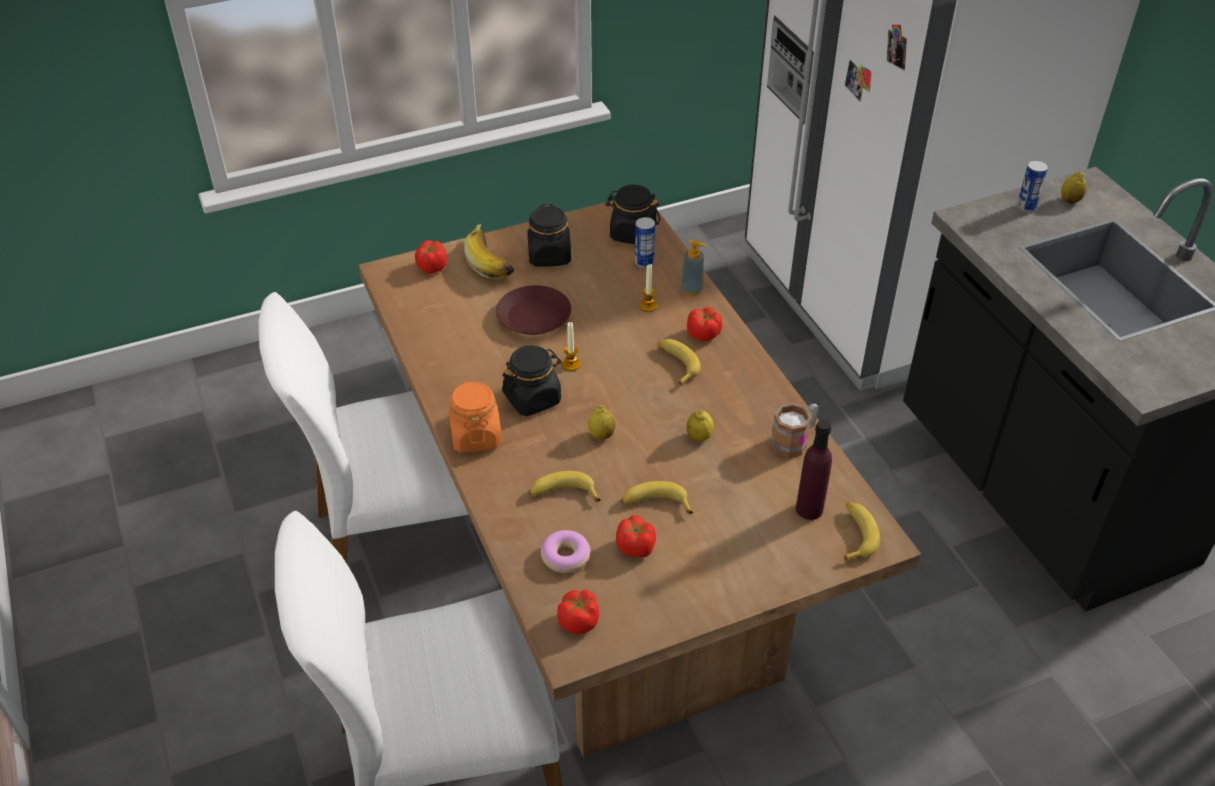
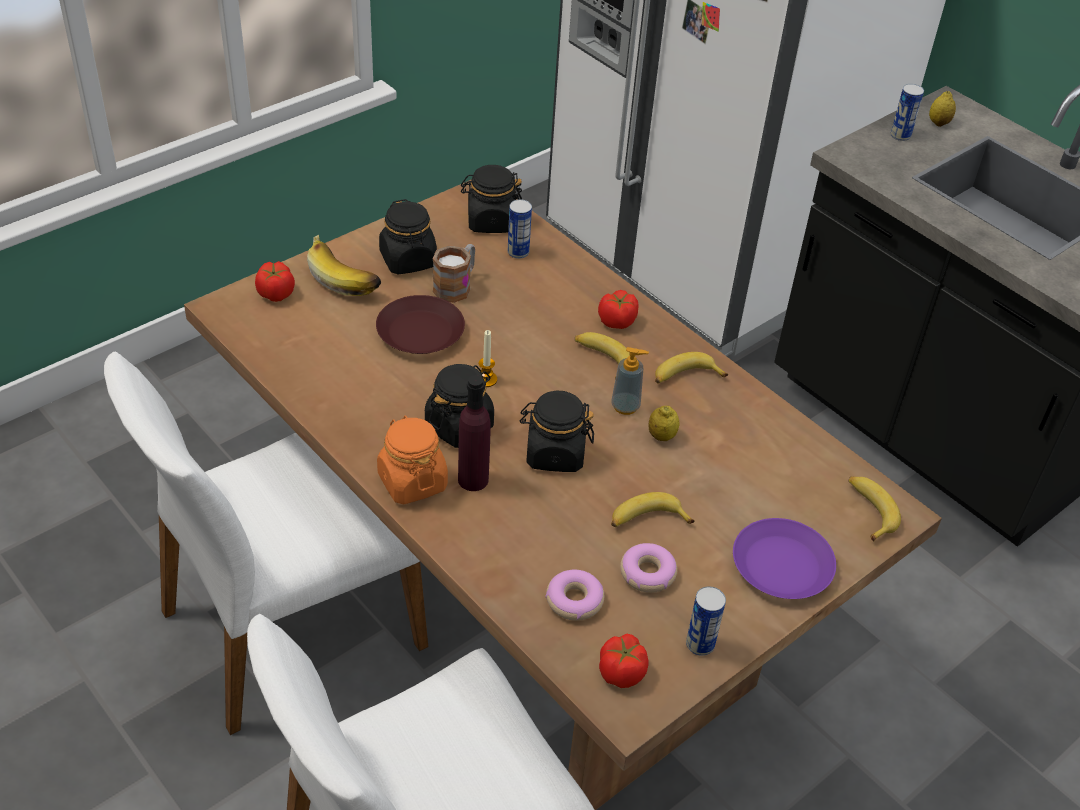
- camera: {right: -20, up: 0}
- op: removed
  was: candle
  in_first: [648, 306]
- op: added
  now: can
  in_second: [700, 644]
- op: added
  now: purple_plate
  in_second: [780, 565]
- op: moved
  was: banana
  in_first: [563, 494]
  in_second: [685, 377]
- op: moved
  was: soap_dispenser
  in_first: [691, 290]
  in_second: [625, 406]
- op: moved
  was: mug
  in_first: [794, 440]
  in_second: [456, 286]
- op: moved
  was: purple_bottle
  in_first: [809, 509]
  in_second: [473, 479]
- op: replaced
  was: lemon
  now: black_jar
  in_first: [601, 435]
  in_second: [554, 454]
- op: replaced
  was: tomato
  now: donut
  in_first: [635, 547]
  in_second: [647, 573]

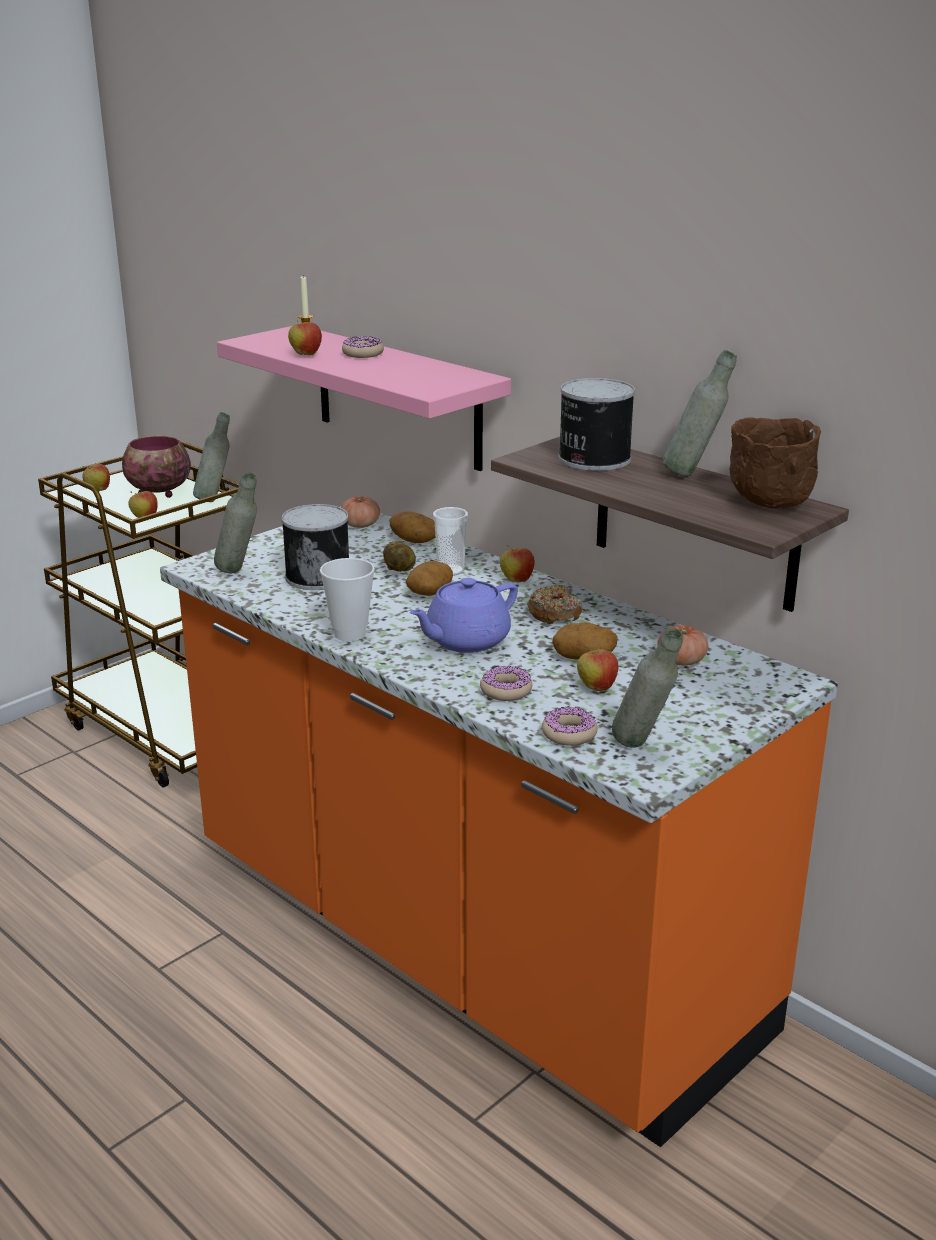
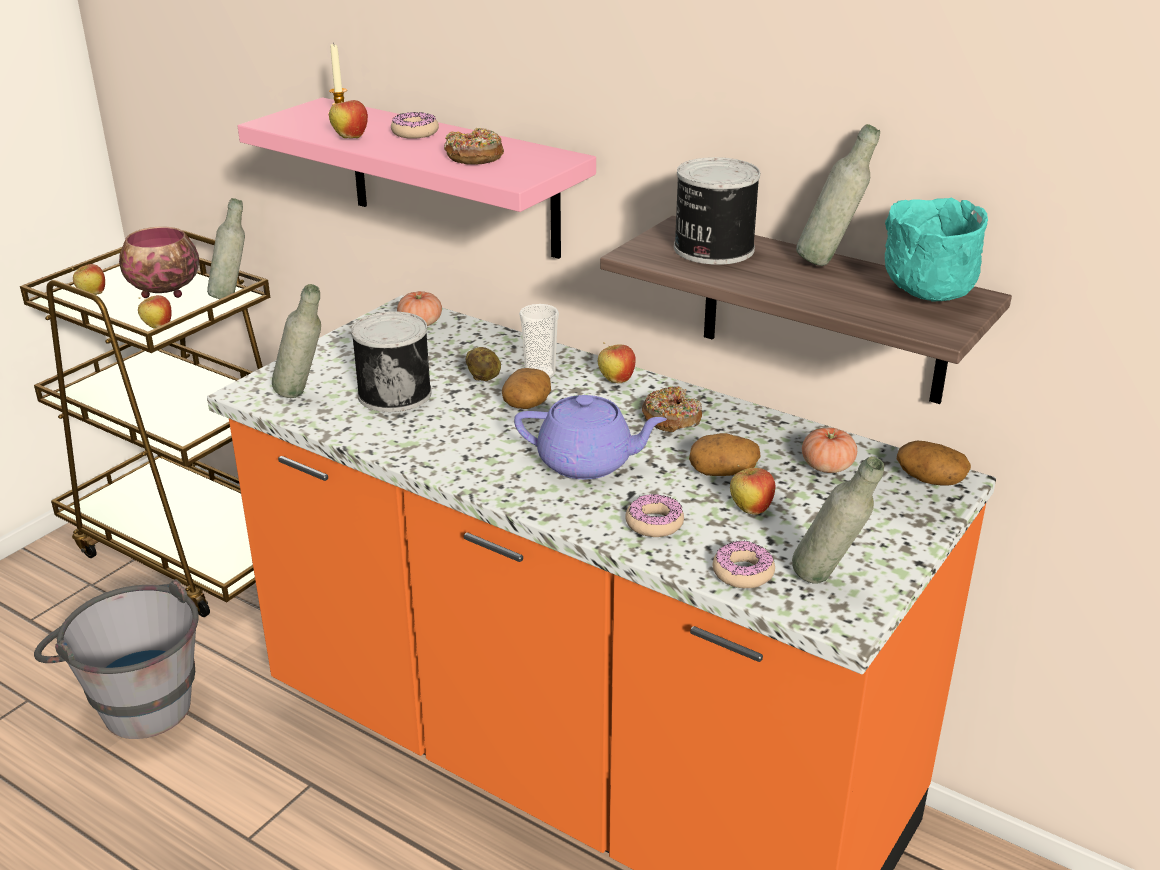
- camera: {right: -10, up: 5}
- op: removed
  was: cup
  in_first: [350, 634]
- op: added
  now: grey_bucket
  in_second: [136, 701]
- op: added
  now: donut
  in_second: [474, 157]
- op: moved
  was: potato
  in_first: [413, 540]
  in_second: [929, 479]
- op: recoloured
  was: brown_bowl
  now: turquoise_bowl
  in_first: [770, 503]
  in_second: [928, 293]
- op: turned
  was: purple_teapot
  in_first: [465, 641]
  in_second: [587, 463]
  clockwise: -120

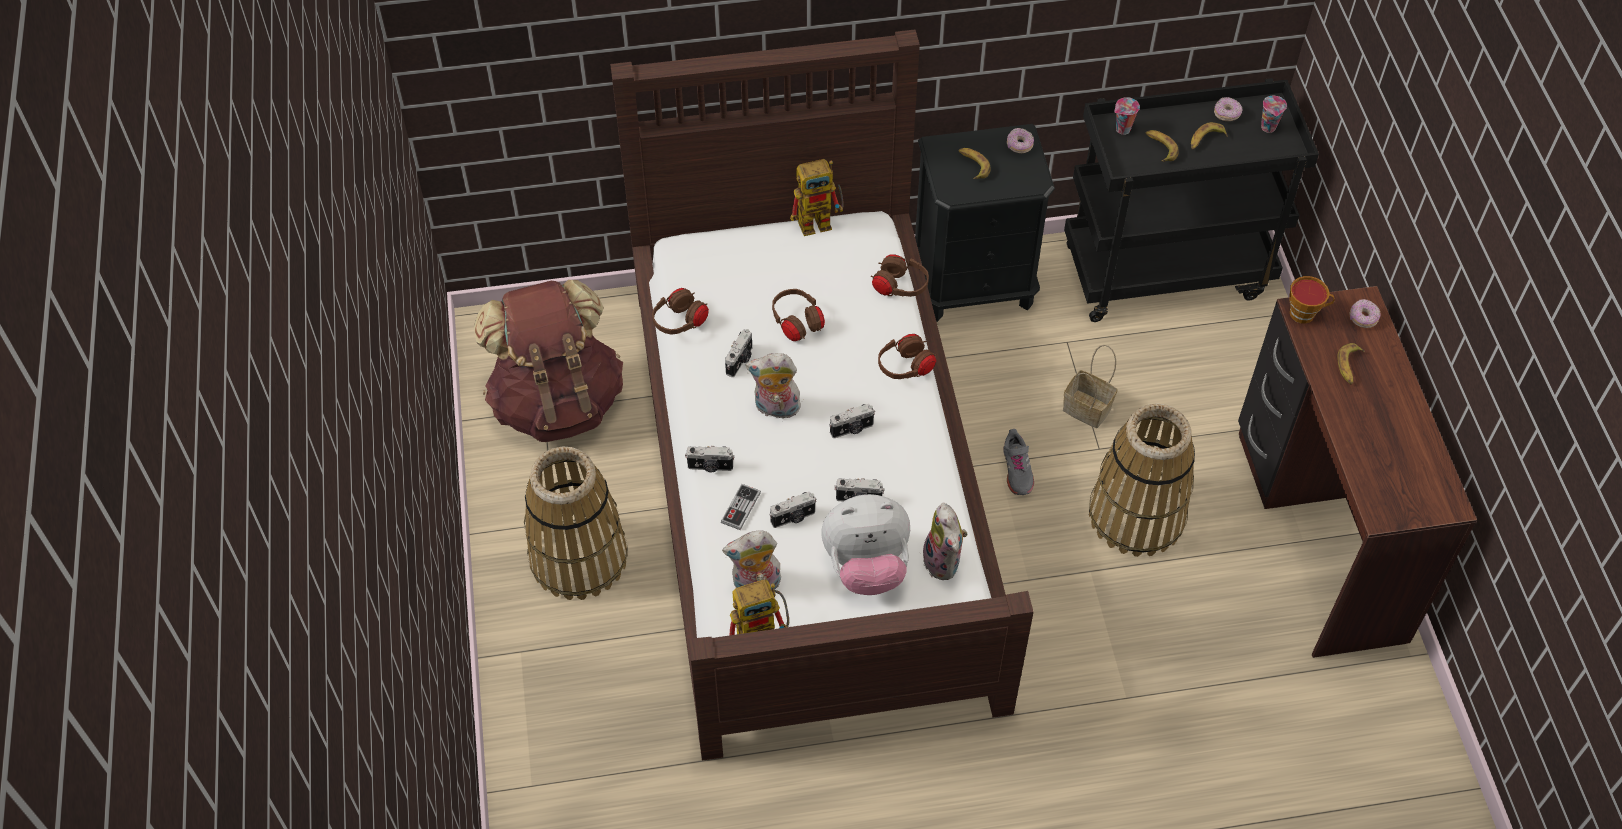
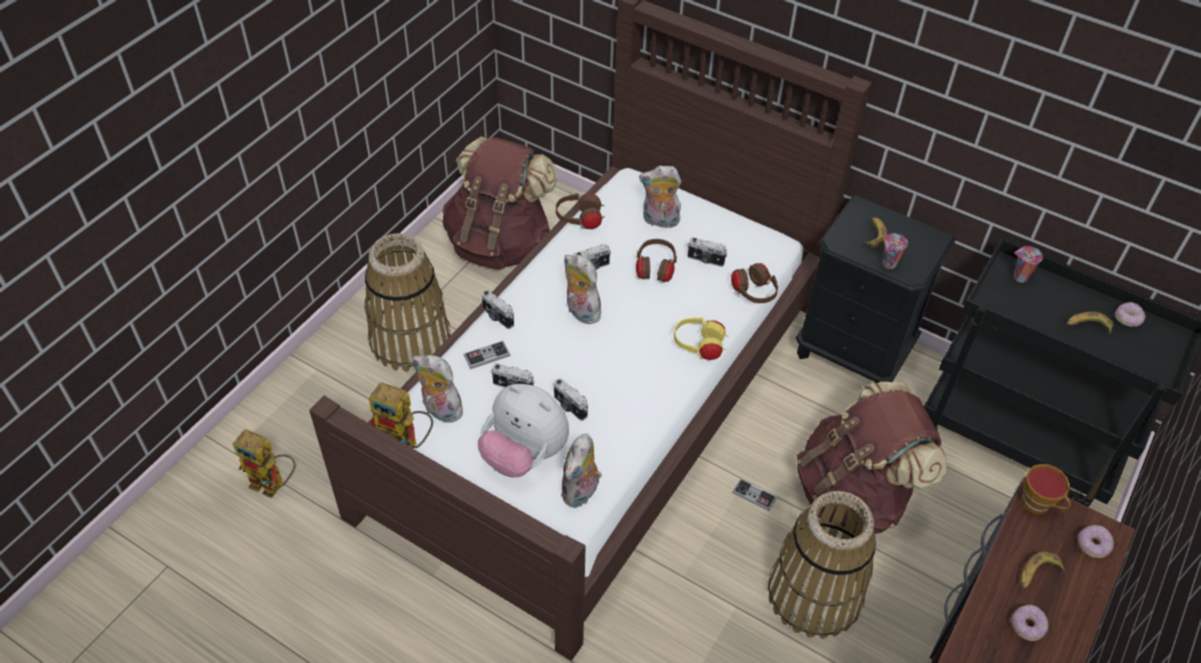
- camera: {right: 40, up: -5}
- op: removed
  was: banana
  in_first: [1160, 148]
- op: added
  now: plush_toy
  in_second: [659, 221]
- op: moved
  was: toy_robot
  in_first: [821, 221]
  in_second: [274, 485]
- op: moved
  was: photo_camera
  in_first: [852, 429]
  in_second: [705, 260]
- op: moved
  was: donut
  in_first: [1019, 145]
  in_second: [1027, 626]
- op: moved
  was: cup
  in_first: [1268, 128]
  in_second: [889, 264]
- op: replaced
  was: grey_shoe
  now: game_controller
  in_first: [1016, 470]
  in_second: [754, 495]
- op: replaced
  was: basket
  now: brown_backpack
  in_first: [1088, 409]
  in_second: [854, 493]
- op: recoloured
  was: brown_headphones
  now: yellow_headphones
  in_first: [905, 368]
  in_second: [699, 346]

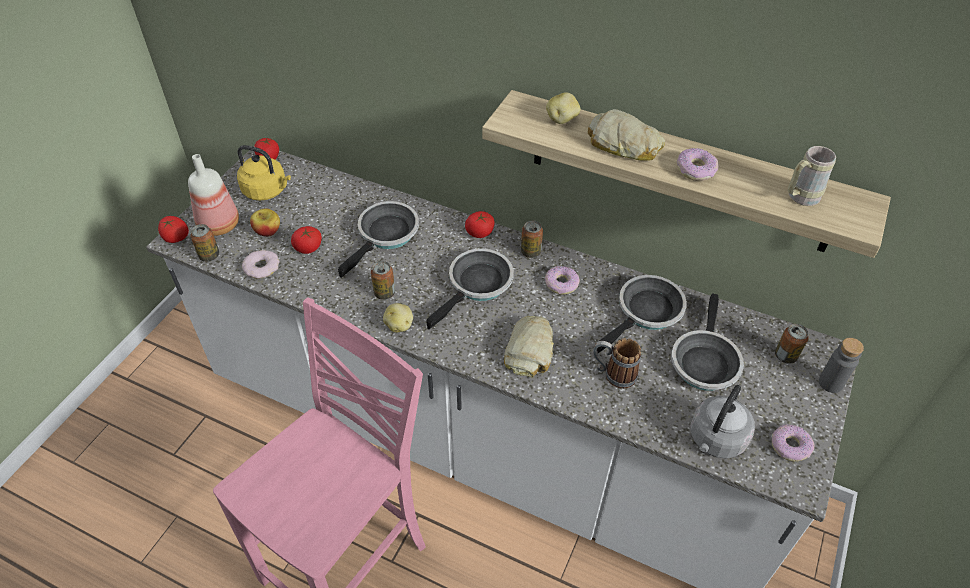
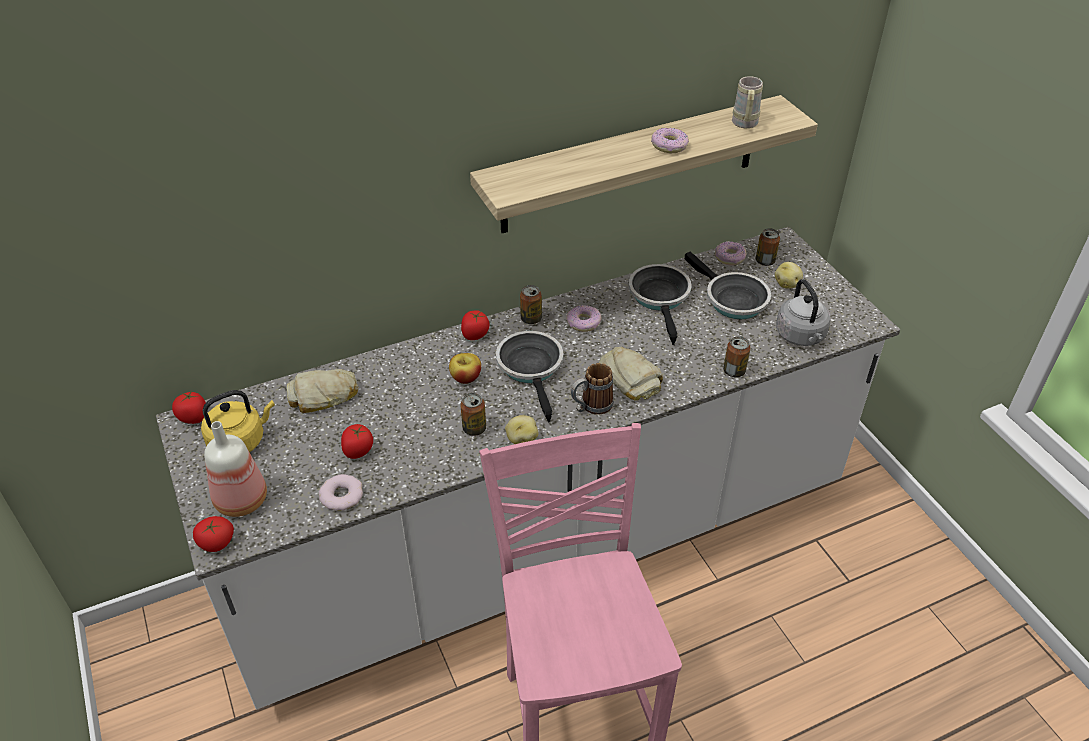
- camera: {right: -50, up: -5}
- op: removed
  was: frying_pan
  in_first: [386, 236]
- op: removed
  was: grey_bottle
  in_first: [830, 383]
- op: moved
  was: can
  in_first: [209, 256]
  in_second: [734, 371]
- op: moved
  was: apple
  in_first: [267, 231]
  in_second: [466, 378]
- op: moved
  was: potato
  in_first: [562, 120]
  in_second: [787, 284]
- op: moved
  was: bread
  in_first: [624, 144]
  in_second: [324, 396]
- op: moved
  was: mug
  in_first: [613, 374]
  in_second: [591, 407]
- op: moved
  was: donut
  in_first: [789, 446]
  in_second: [729, 257]

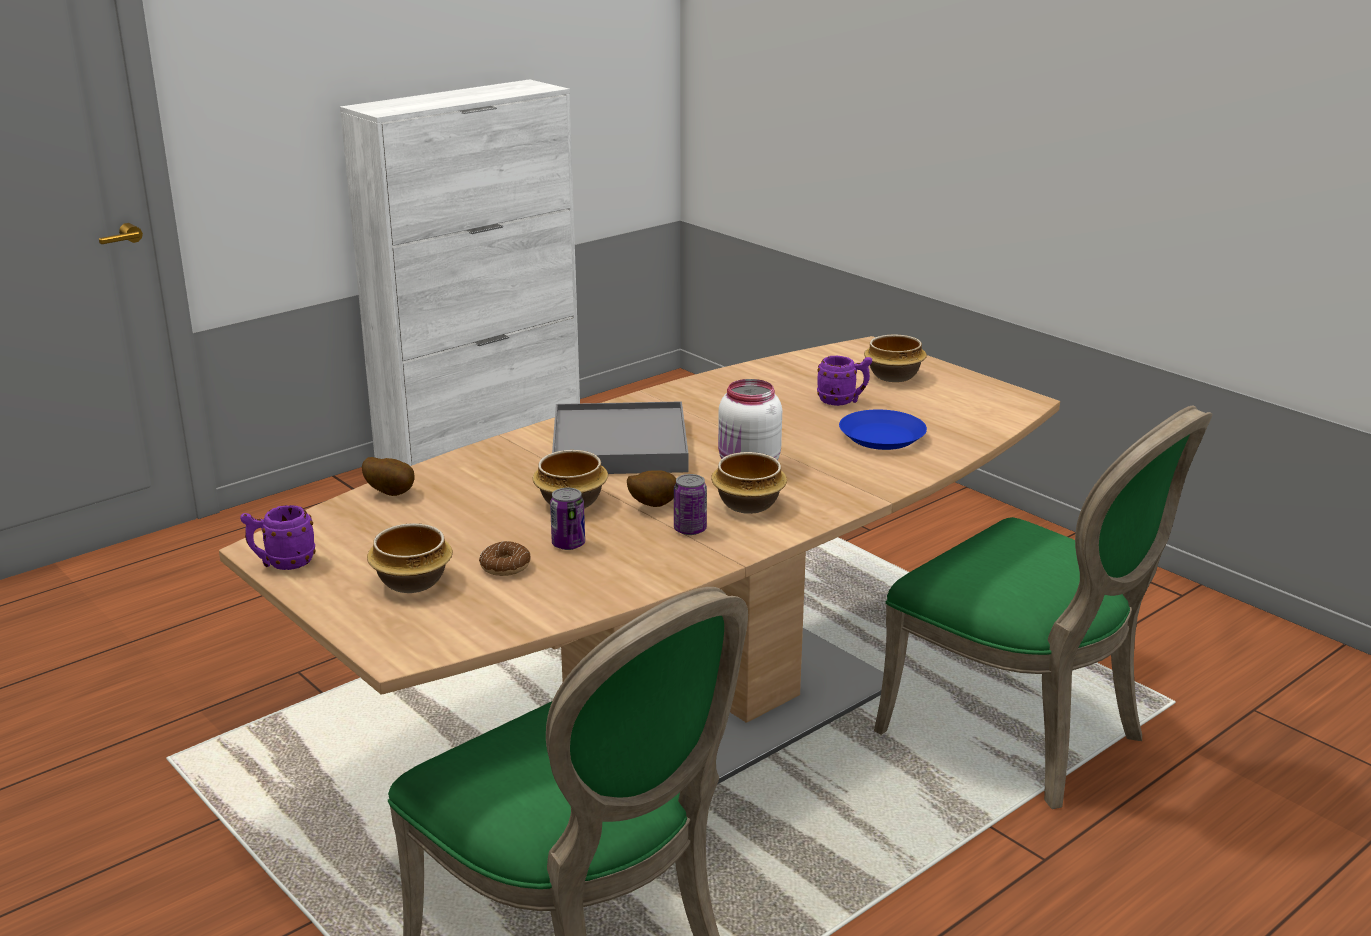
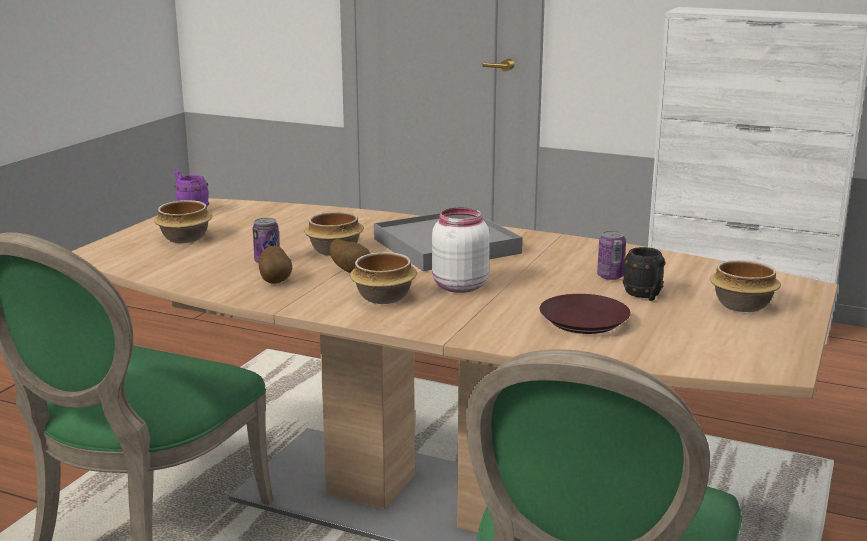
- camera: {right: 65, up: -5}
- op: removed
  was: donut
  in_first: [505, 566]
- op: moved
  was: potato
  in_first: [391, 493]
  in_second: [276, 281]
- op: moved
  was: can
  in_first: [690, 530]
  in_second: [610, 276]
- op: recoloured
  was: purple_mug
  now: black_mug
  in_first: [843, 401]
  in_second: [645, 296]
- op: recoloured
  was: blue_plate
  now: brown_plate
  in_first: [882, 437]
  in_second: [583, 321]

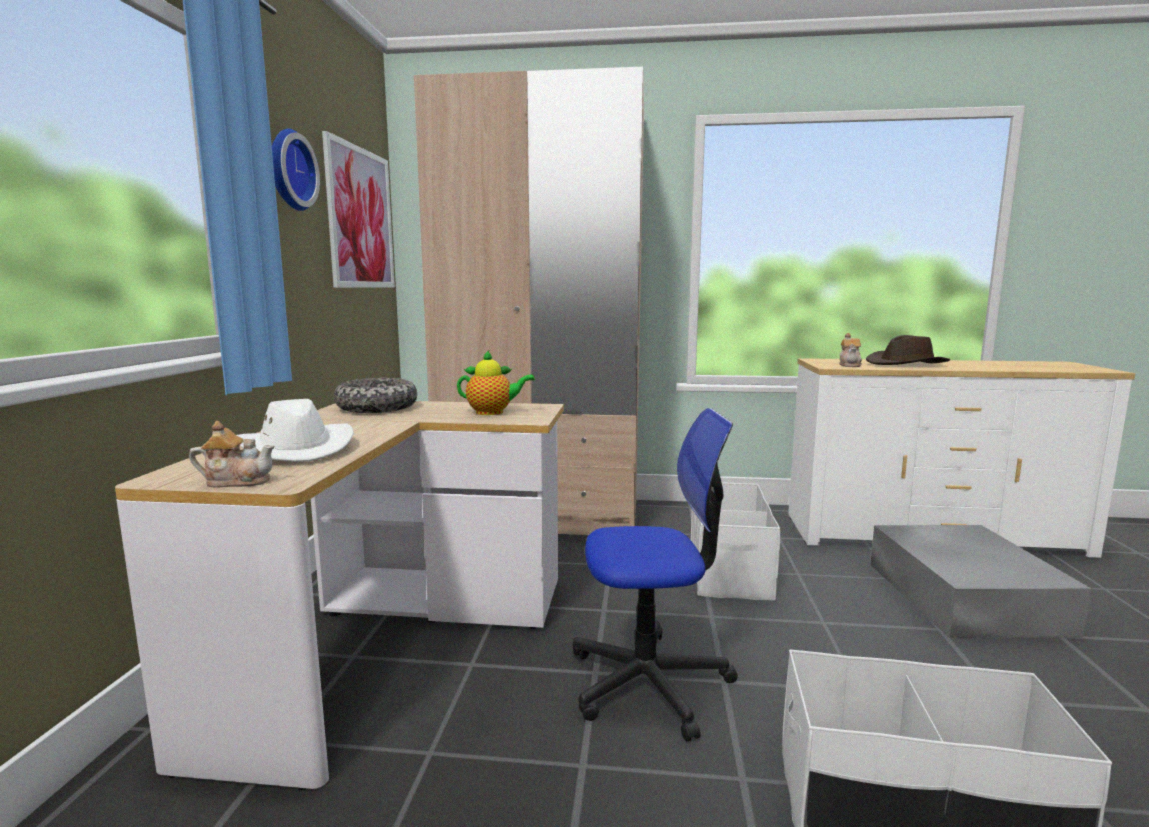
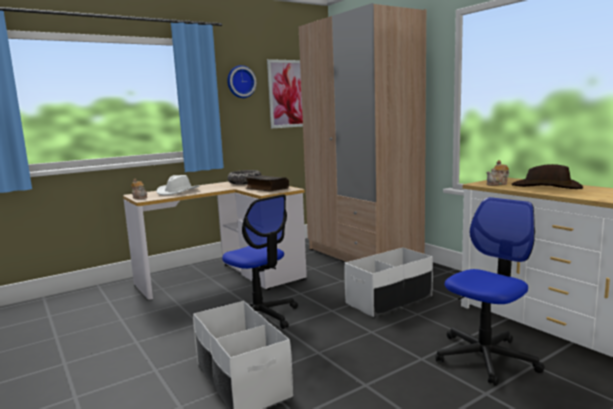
- camera: {right: 50, up: 0}
- op: replaced
  was: teapot
  now: book
  in_first: [493, 412]
  in_second: [266, 189]
- op: replaced
  was: grey_storage_box
  now: office_chair
  in_first: [963, 595]
  in_second: [485, 358]

